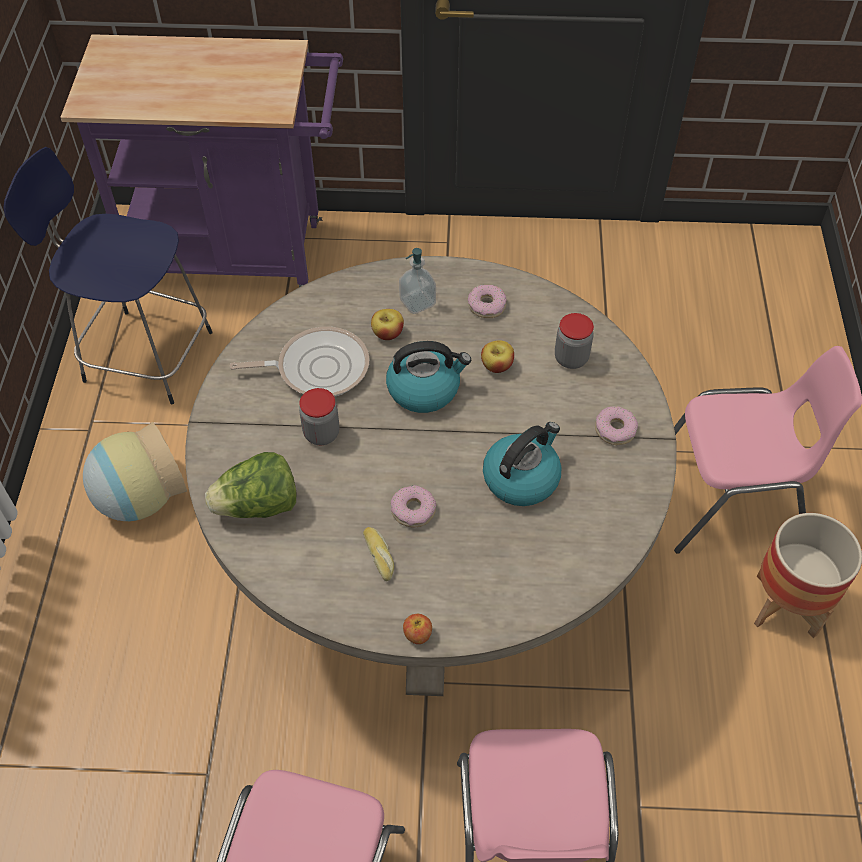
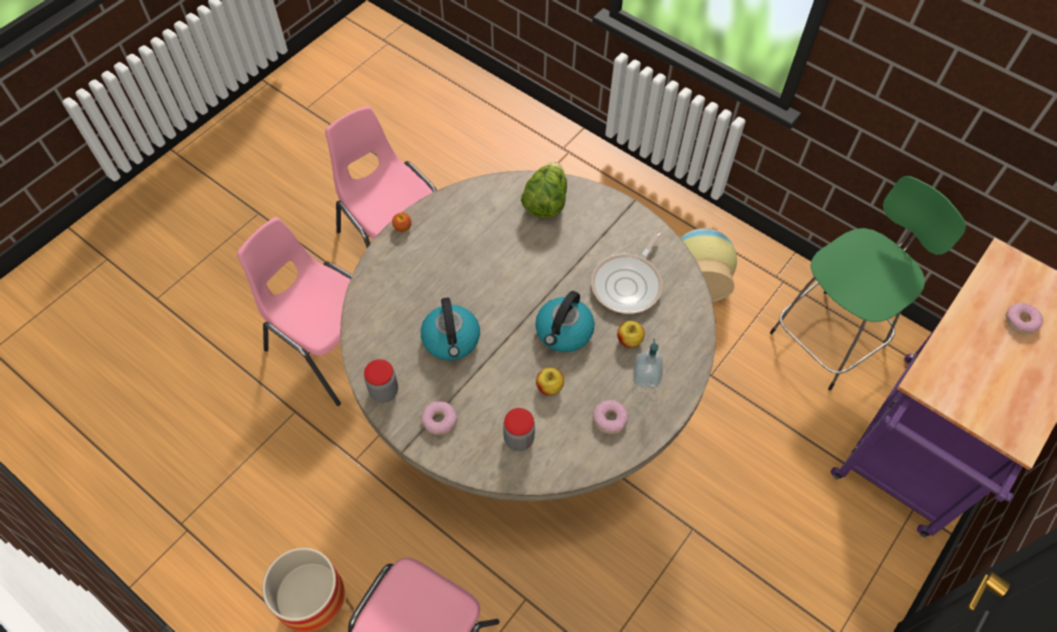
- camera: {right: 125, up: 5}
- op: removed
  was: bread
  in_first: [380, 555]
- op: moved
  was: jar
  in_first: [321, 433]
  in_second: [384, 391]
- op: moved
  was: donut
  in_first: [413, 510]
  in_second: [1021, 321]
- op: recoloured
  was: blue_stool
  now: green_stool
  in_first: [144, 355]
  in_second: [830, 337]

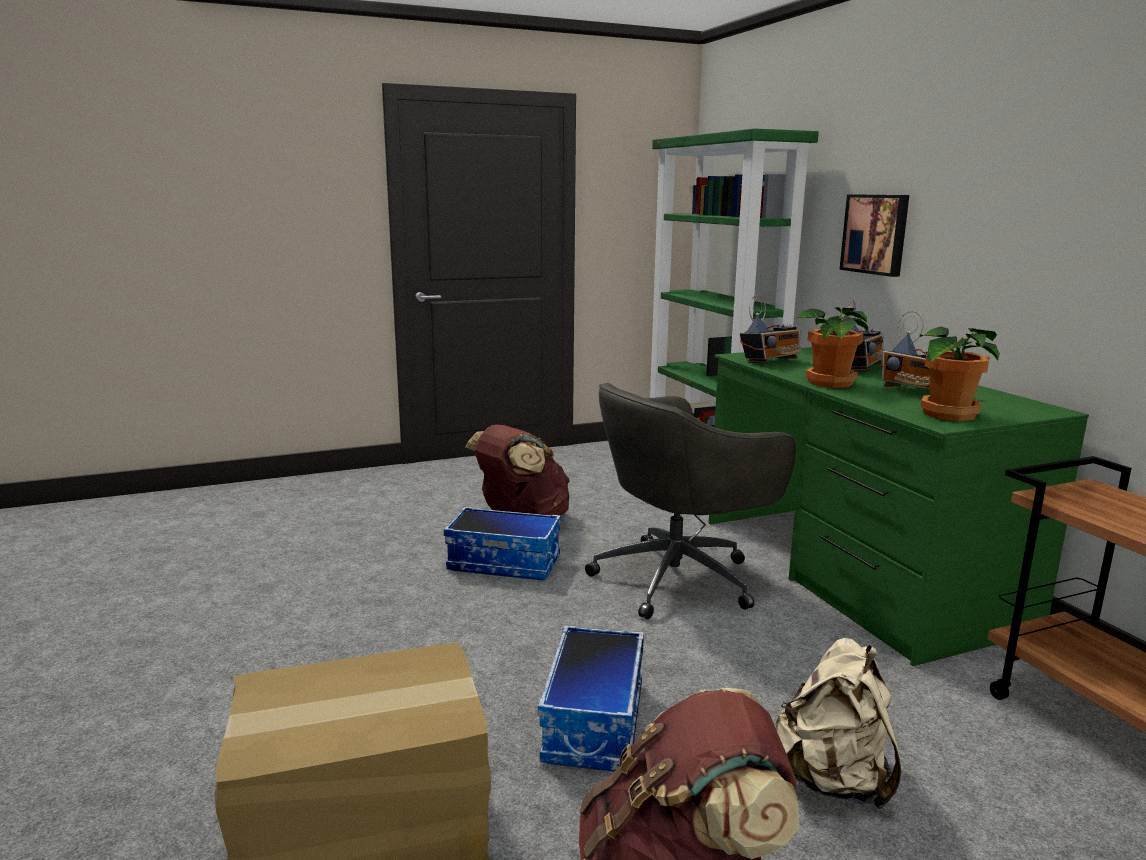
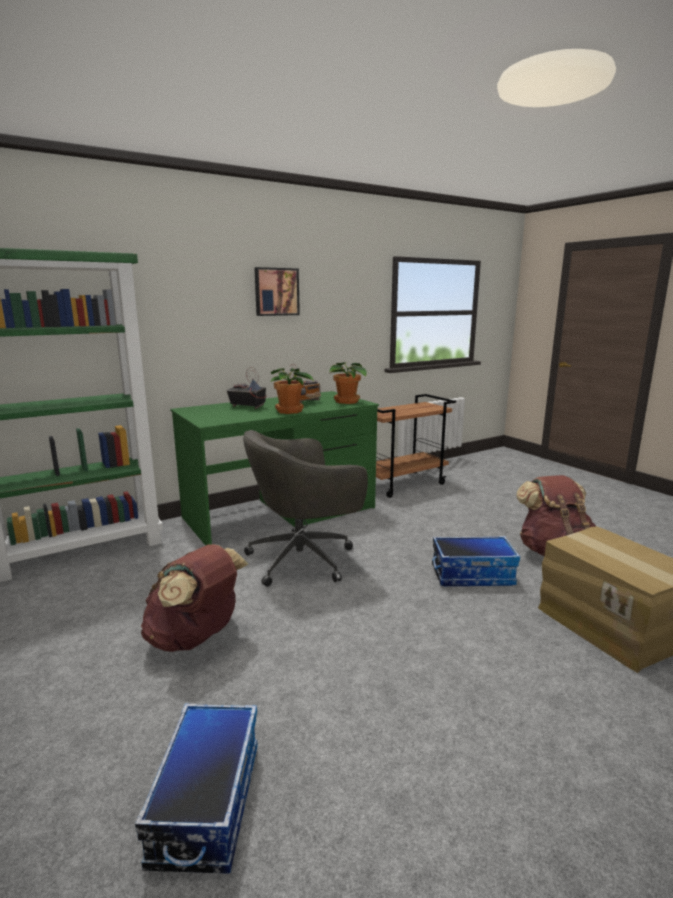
- camera: {right: -100, up: 0}
- op: removed
  was: radio
  in_first: [770, 361]
- op: removed
  was: beige_backpack
  in_first: [833, 780]
- op: moved
  was: storage_box
  in_first: [505, 563]
  in_second: [206, 803]
- op: moved
  was: picture
  in_first: [876, 234]
  in_second: [276, 292]
- op: turned
  was: grey_office_chair
  in_first: [679, 578]
  in_second: [304, 559]
  clockwise: 105

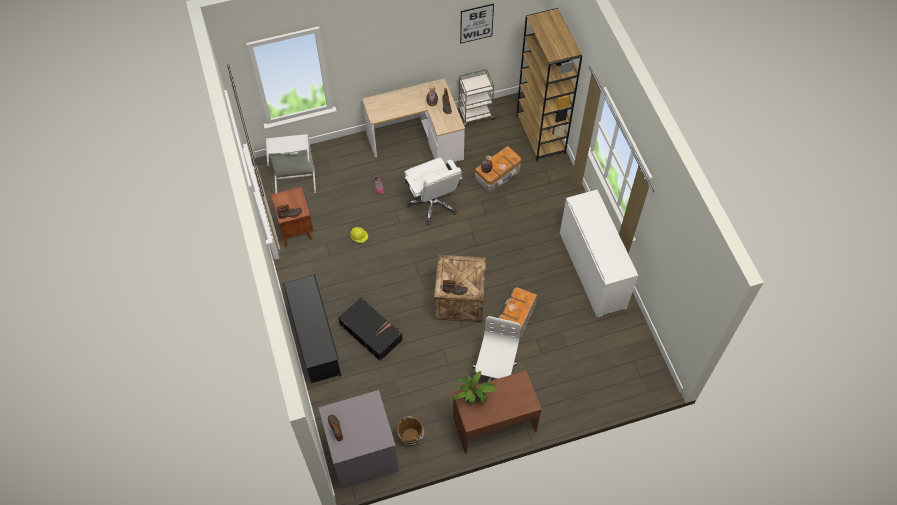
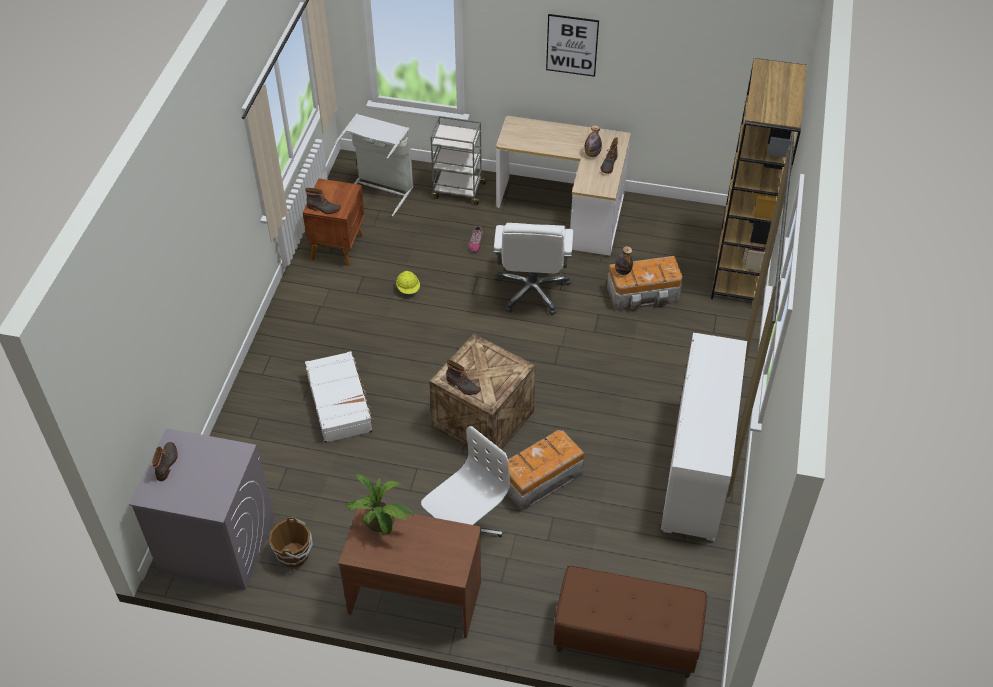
- camera: {right: 30, up: -10}
- op: removed
  was: black_shoe_rack
  in_first: [315, 339]
- op: added
  now: brown_bench
  in_second: [626, 639]
- op: moved
  was: grey_cart
  in_first: [475, 115]
  in_second: [458, 190]
- op: moved
  was: picture
  in_first: [476, 23]
  in_second: [572, 45]
- op: recoloured
  was: black_suitcase
  now: white_suitcase
  in_first: [371, 331]
  in_second: [340, 403]

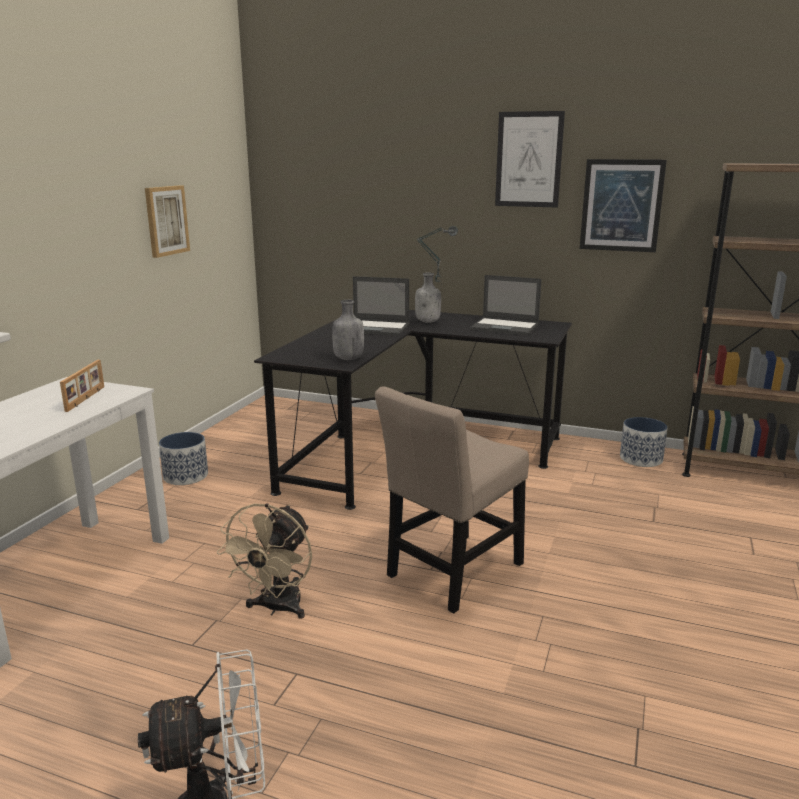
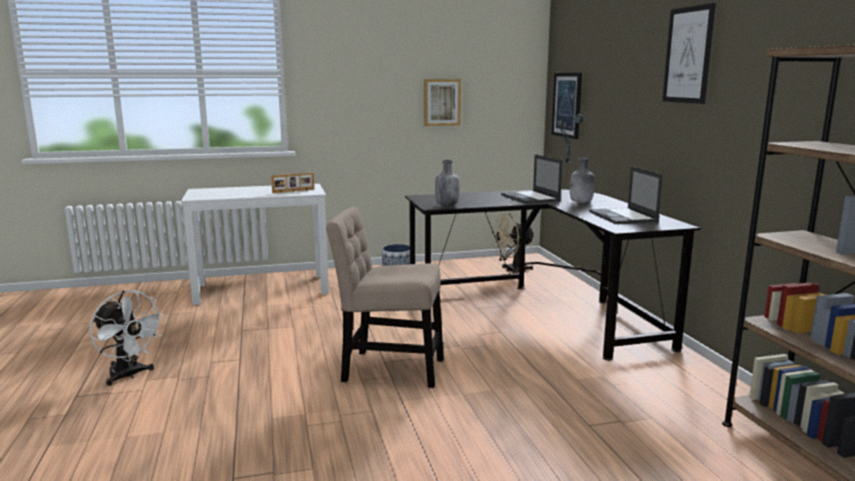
- camera: {right: 55, up: -5}
- op: removed
  was: planter
  in_first: [641, 459]
- op: moved
  was: beige_fan
  in_first: [277, 608]
  in_second: [511, 271]
- op: moved
  was: picture
  in_first: [621, 205]
  in_second: [567, 105]

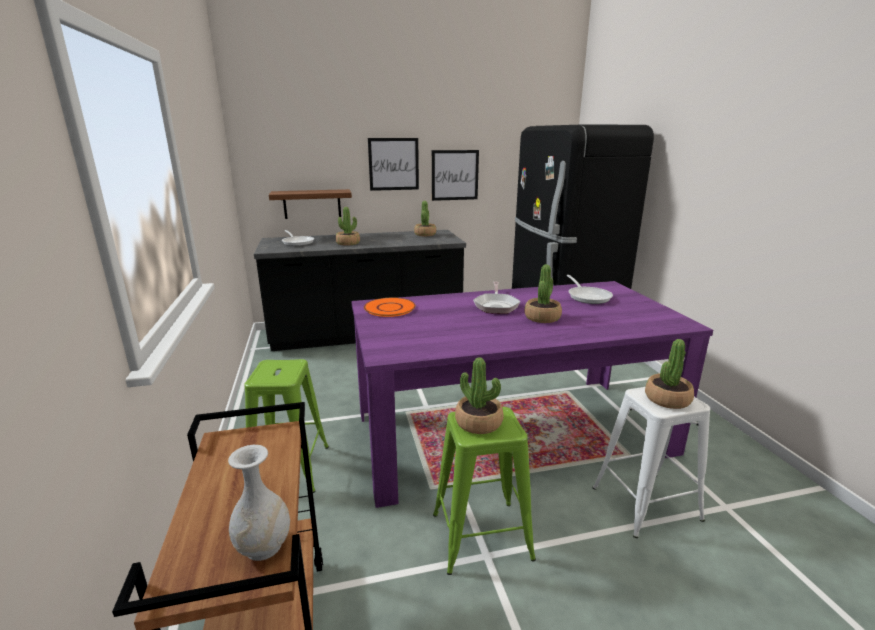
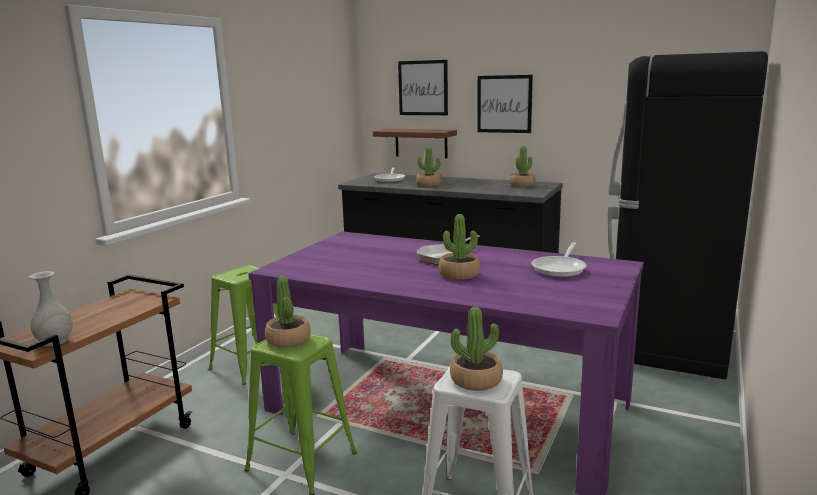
- camera: {right: 40, up: -5}
- op: removed
  was: orange_plate
  in_first: [390, 308]
- op: moved
  was: picture
  in_first: [455, 175]
  in_second: [423, 88]

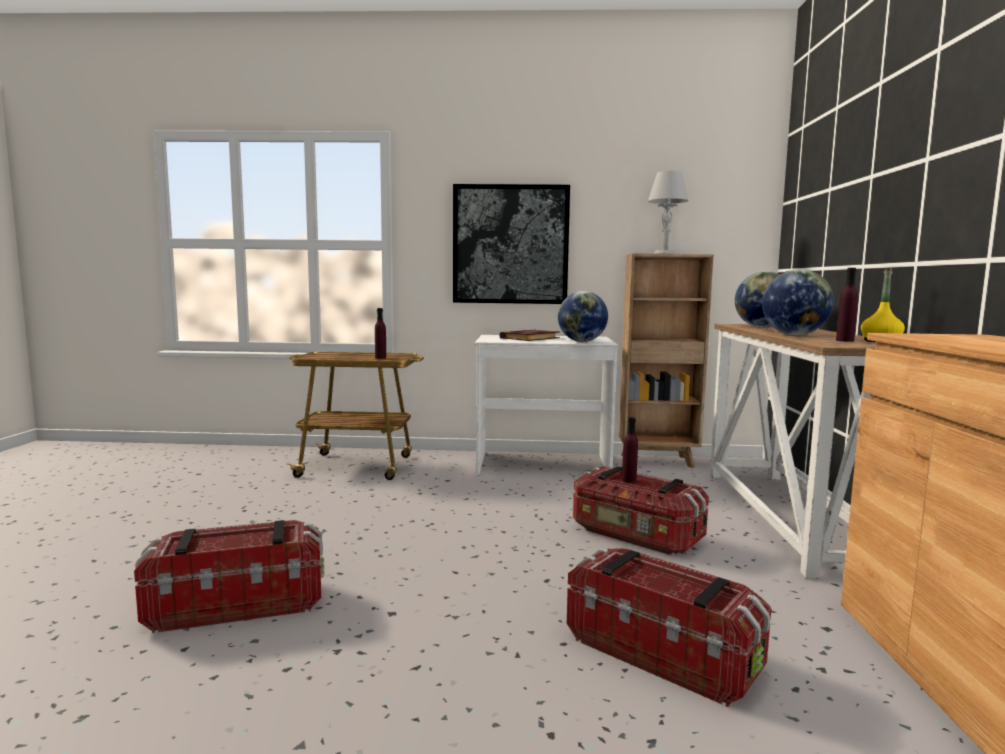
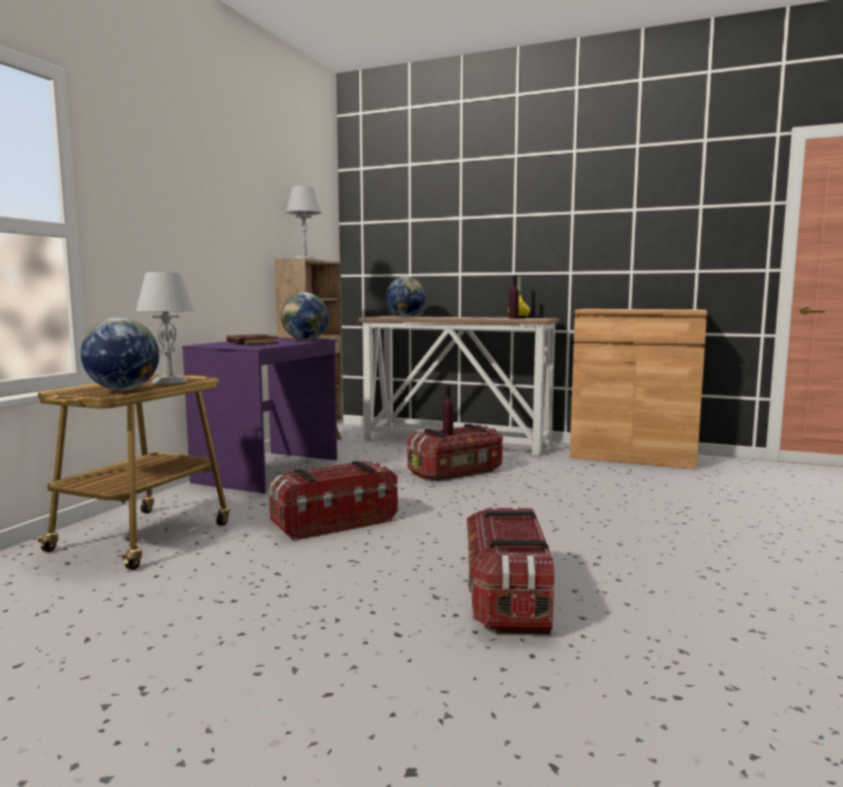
- camera: {right: -70, up: 0}
- op: removed
  was: picture
  in_first: [510, 244]
- op: moved
  was: storage_box
  in_first: [662, 653]
  in_second: [333, 523]
- op: moved
  was: globe
  in_first: [794, 335]
  in_second: [123, 390]
- op: replaced
  was: purple_bottle
  now: grey_table_lamp
  in_first: [380, 358]
  in_second: [169, 382]
- op: recoloured
  was: white_desk
  now: purple_desk
  in_first: [542, 465]
  in_second: [269, 471]

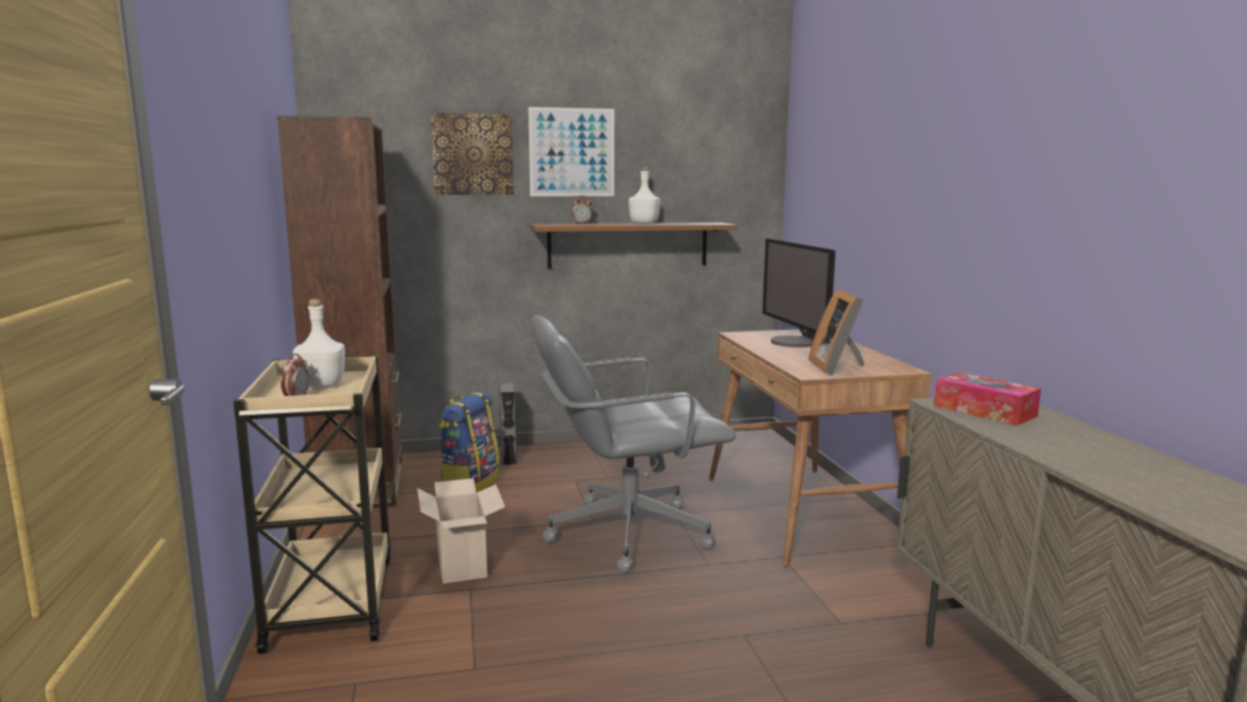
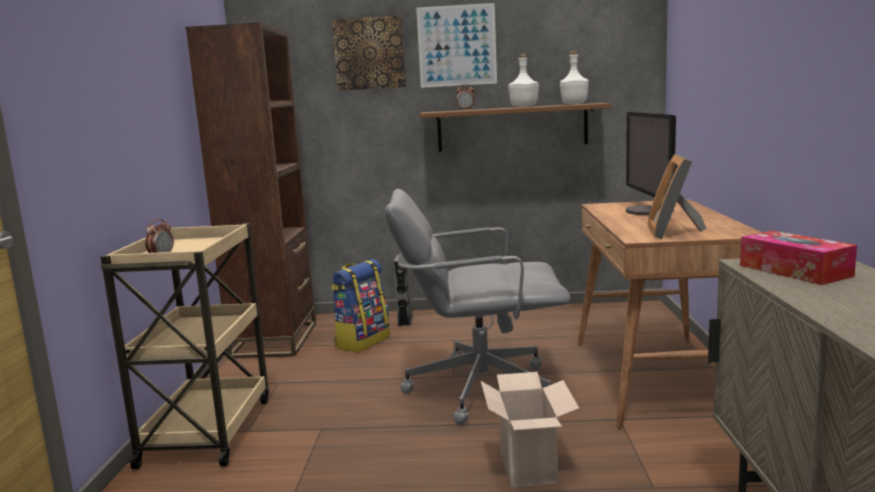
- camera: {right: 15, up: 0}
- op: moved
  was: white_bottle
  in_first: [322, 384]
  in_second: [574, 104]
- op: moved
  was: cardboard_box
  in_first: [464, 567]
  in_second: [530, 469]

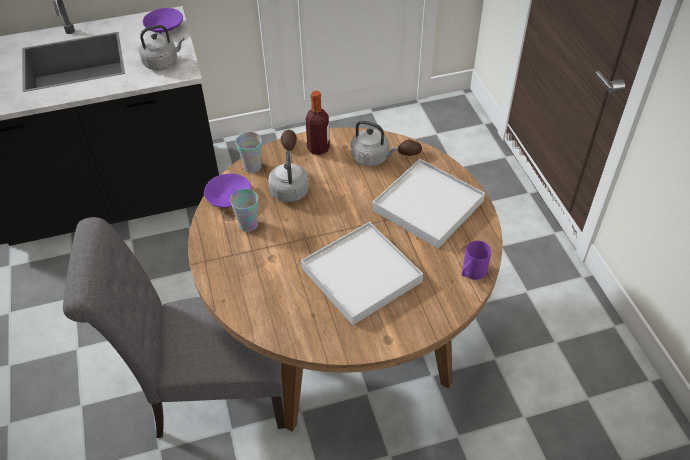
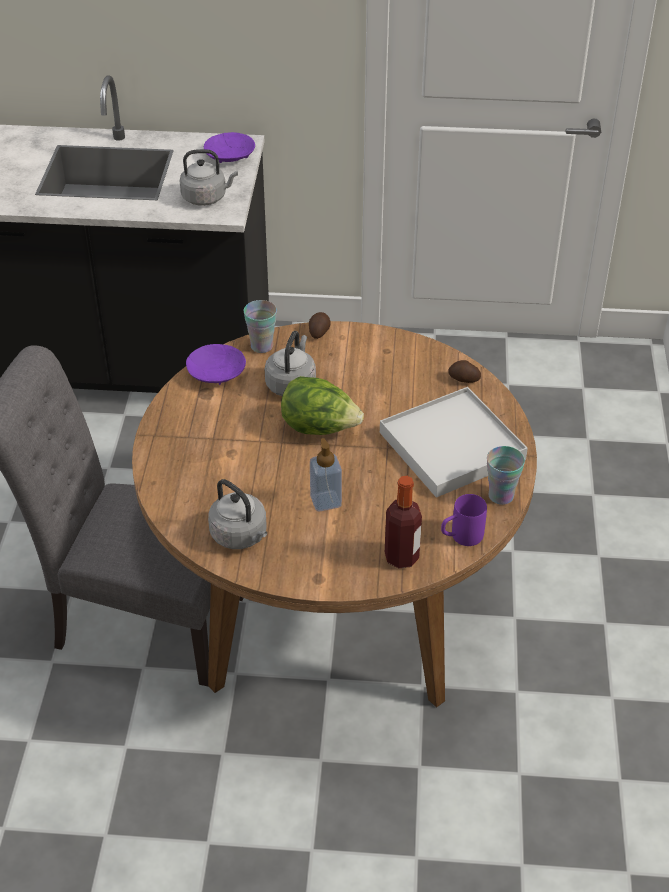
- camera: {right: 20, up: -5}
- op: added
  now: lettuce
  in_second: [319, 428]
- op: moved
  was: cup
  in_first: [248, 225]
  in_second: [501, 496]
- op: moved
  was: bottle
  in_first: [318, 149]
  in_second: [401, 557]
- op: moved
  was: grey_kettle
  in_first: [372, 158]
  in_second: [241, 536]
- op: replaced
  was: white_tray
  now: soap_dispenser
  in_first: [361, 275]
  in_second: [325, 501]

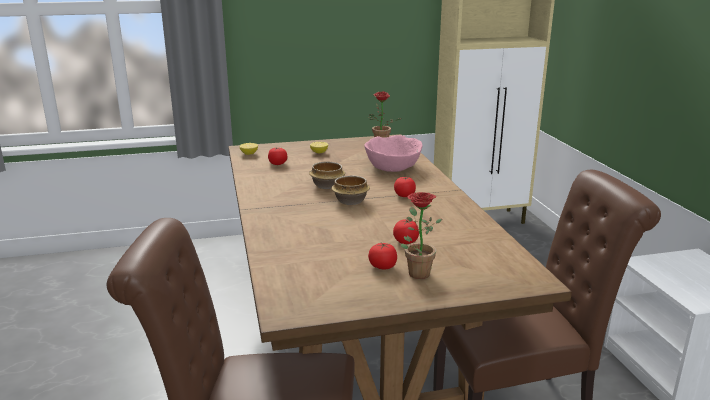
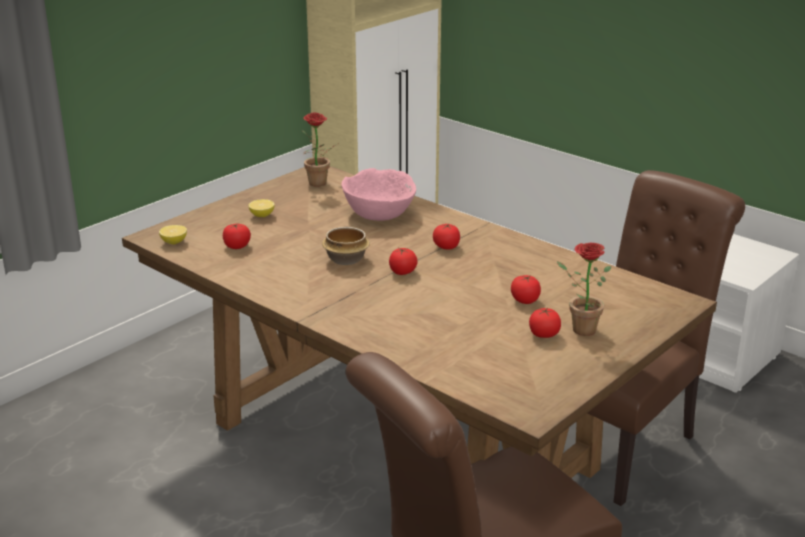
- camera: {right: -35, up: 5}
- op: replaced
  was: bowl
  now: tomato
  in_first: [350, 201]
  in_second: [402, 272]

